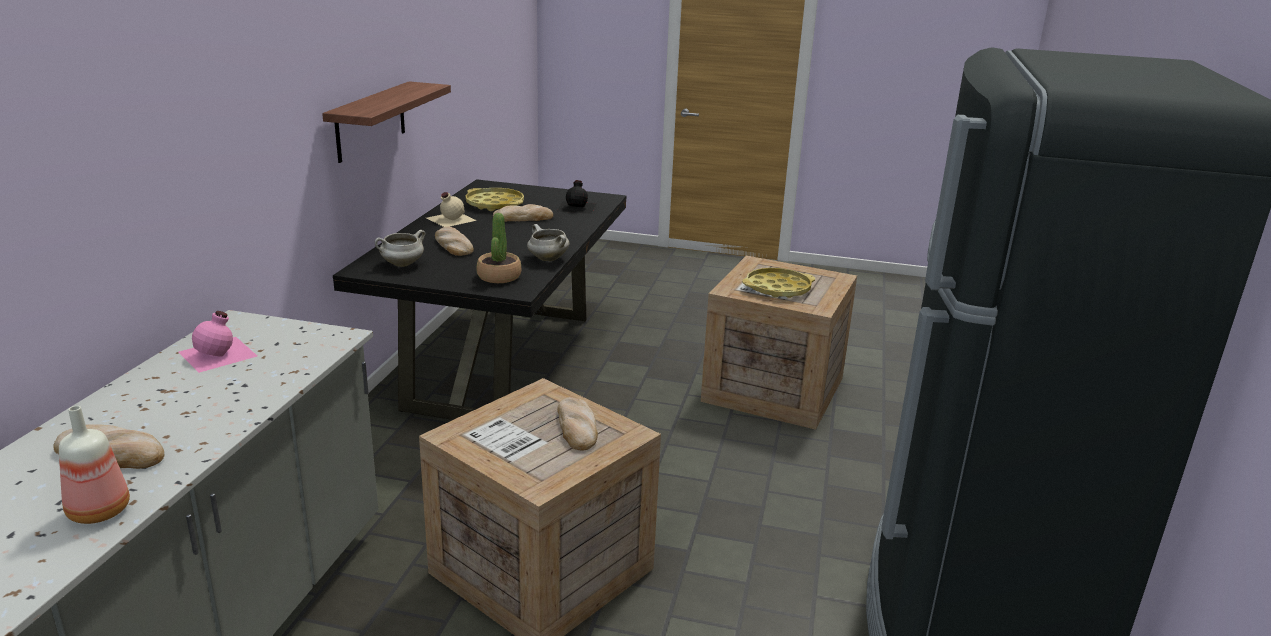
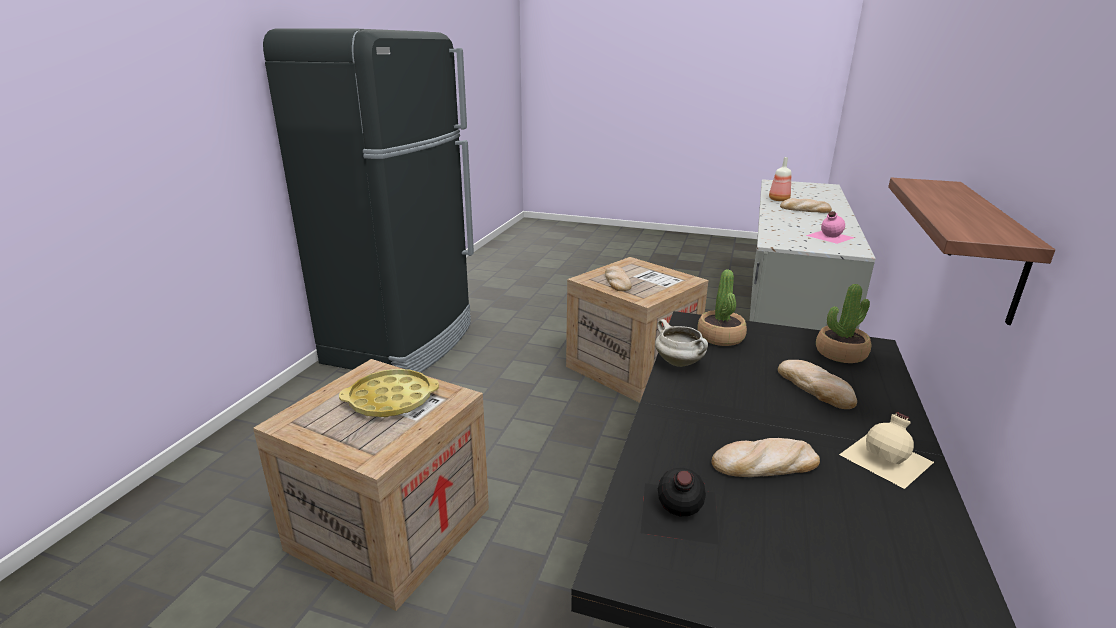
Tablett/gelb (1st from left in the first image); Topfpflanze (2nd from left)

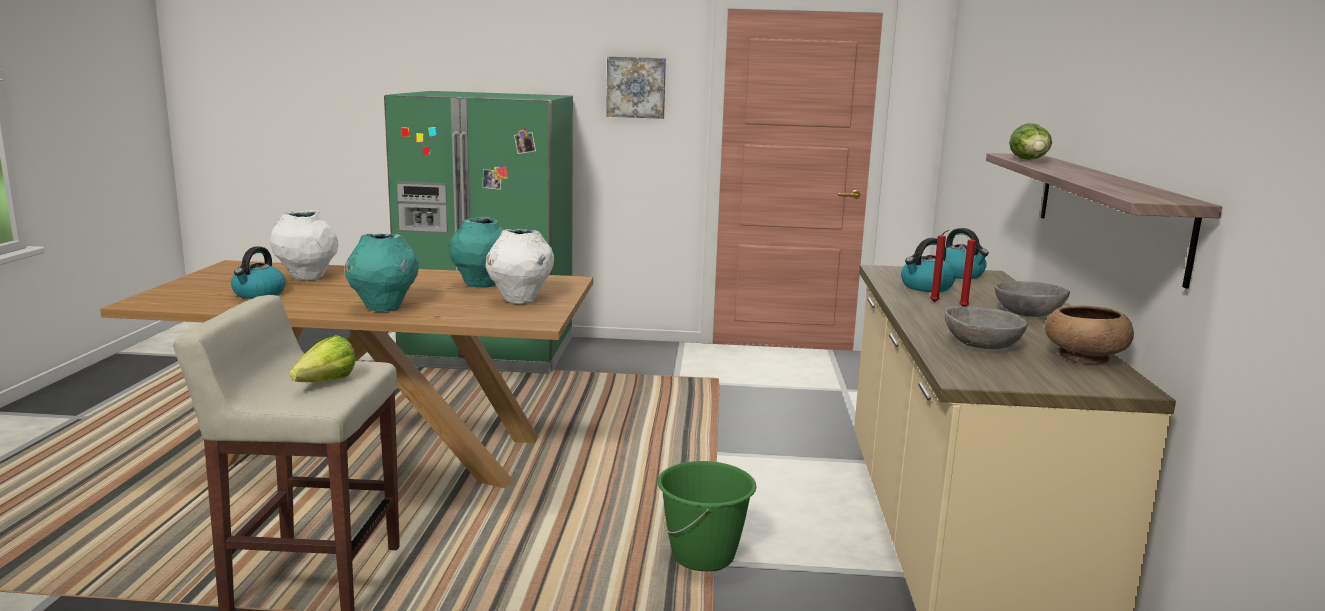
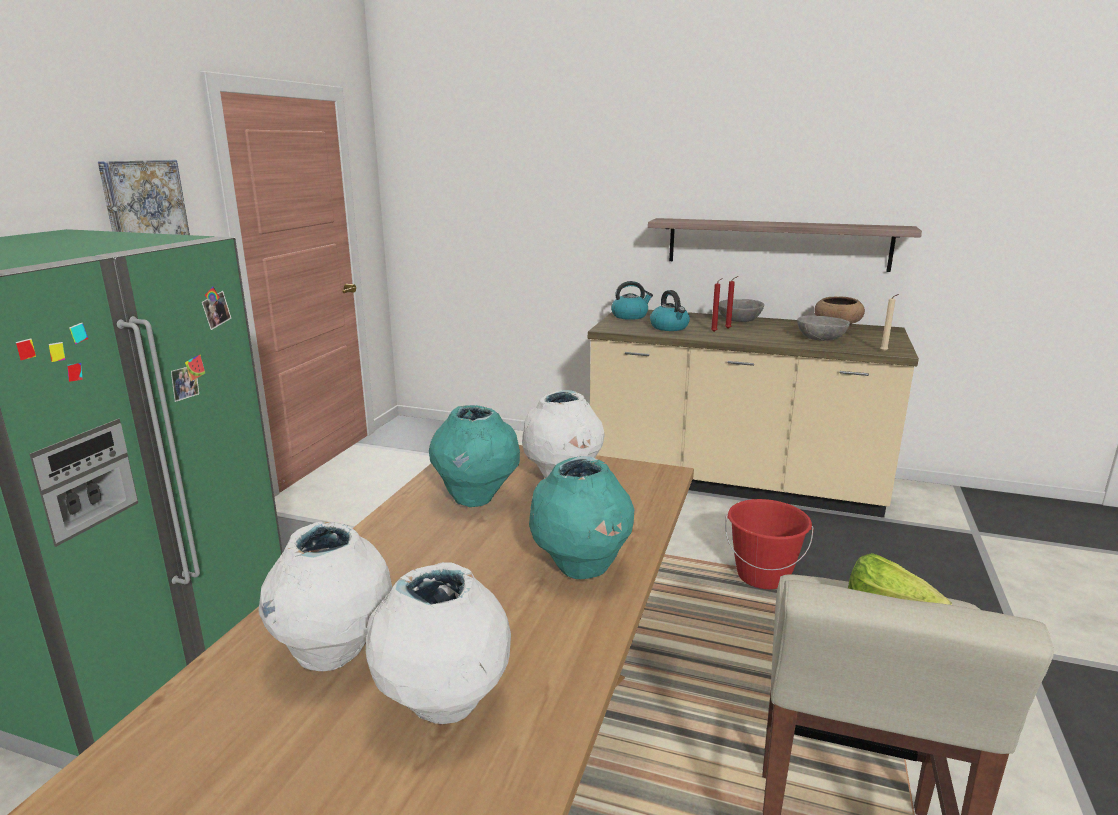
Salatkopf (2nd from left in the first image); Vase/weiß (2nd from left); Eimer/rot; Kerze/beige

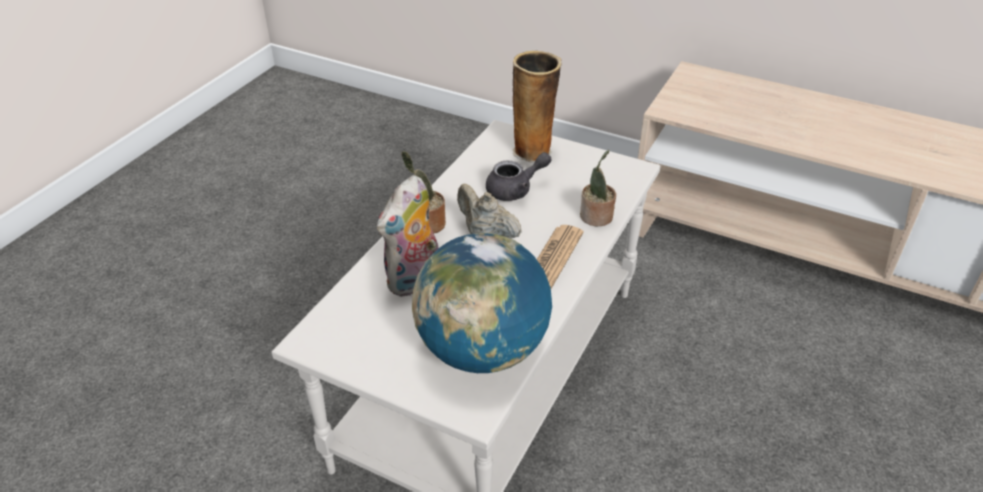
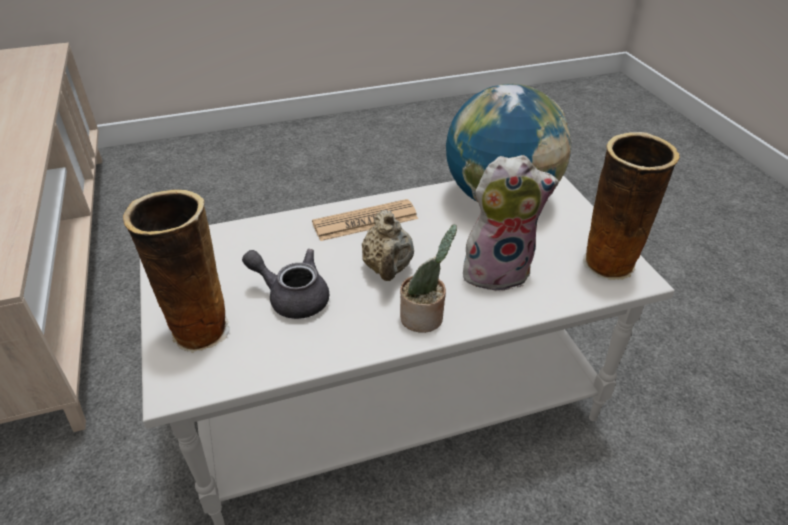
Topfpflanze (2nd from left in the first image); Vase (2nd from left)

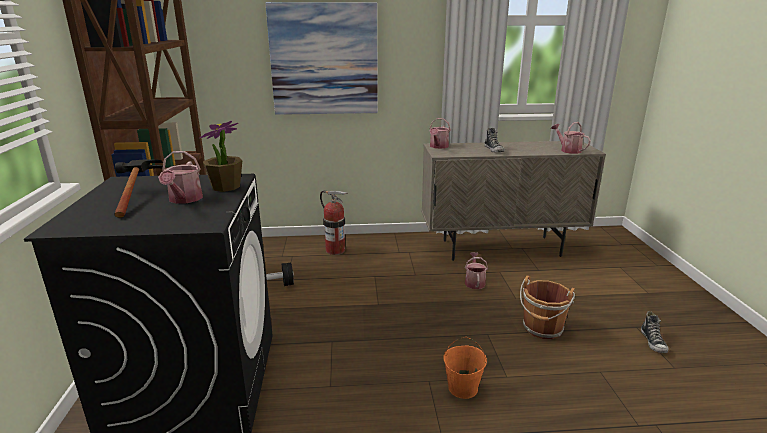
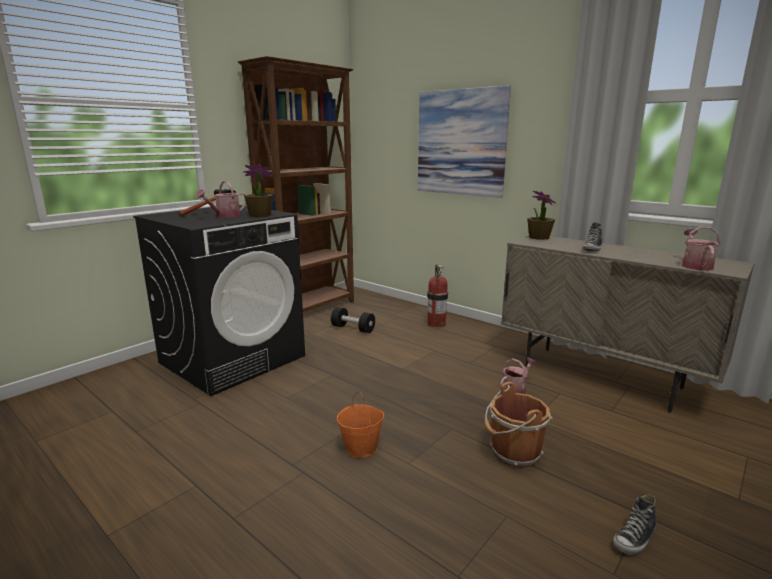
Topfpflanze (2nd from left)

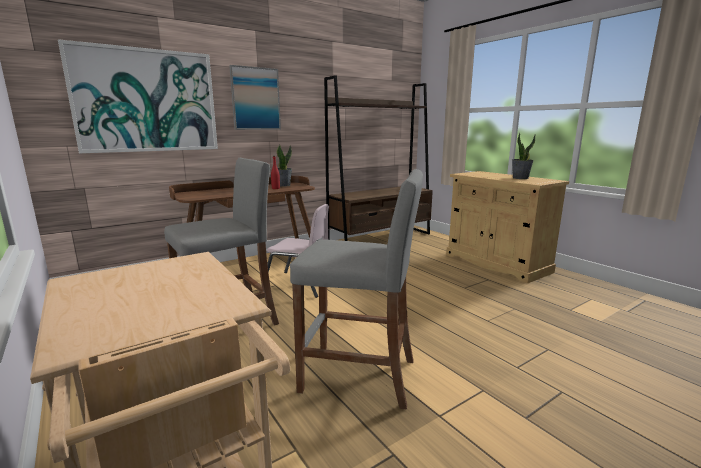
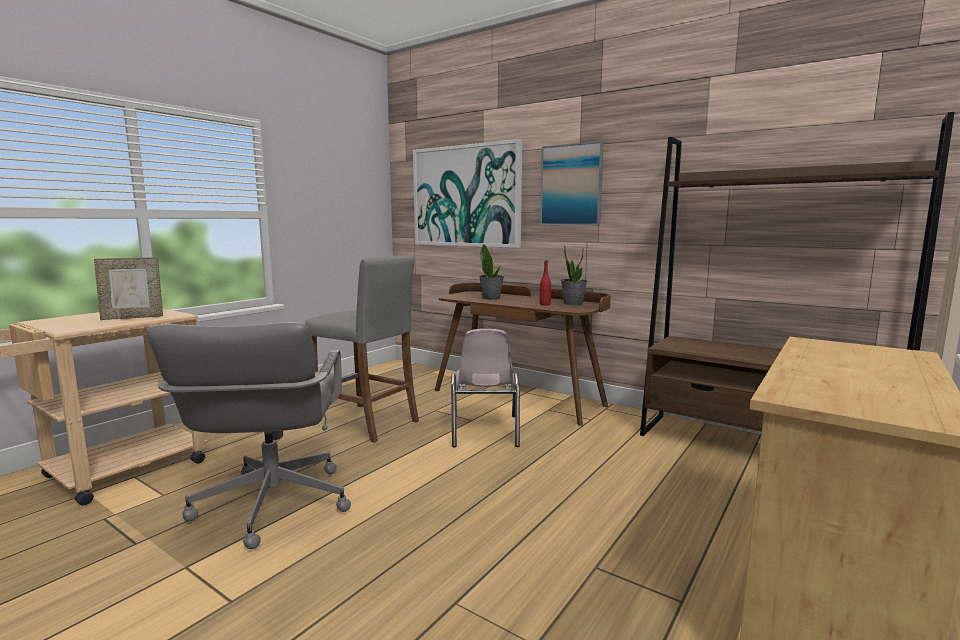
Topfpflanze (1st from left); Bürostuhl/grau; Bilderrahmen

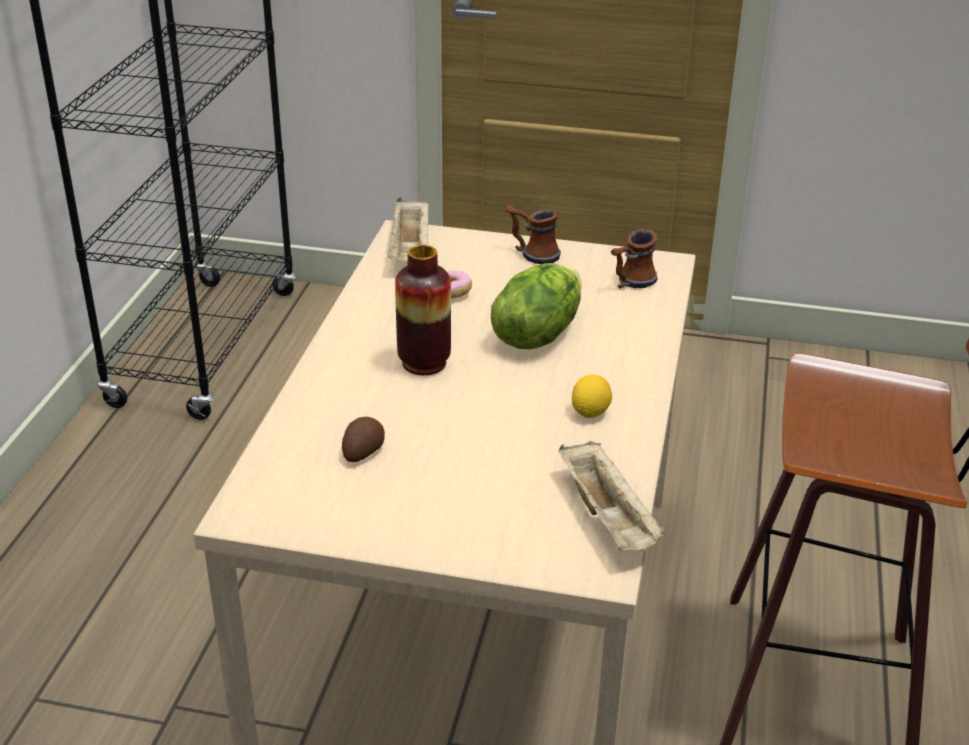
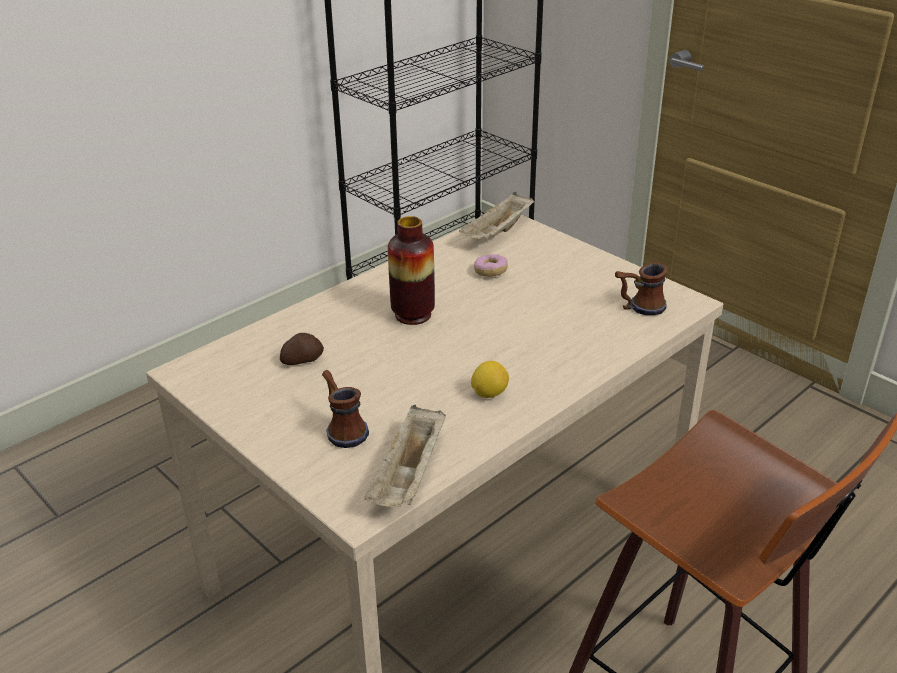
Henkelbecher (1st from left); Salatkopf

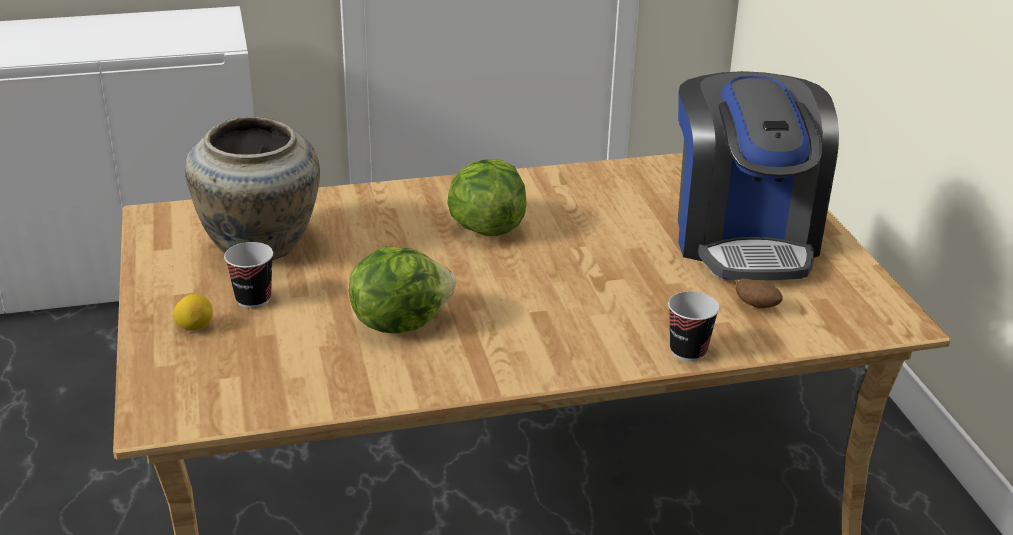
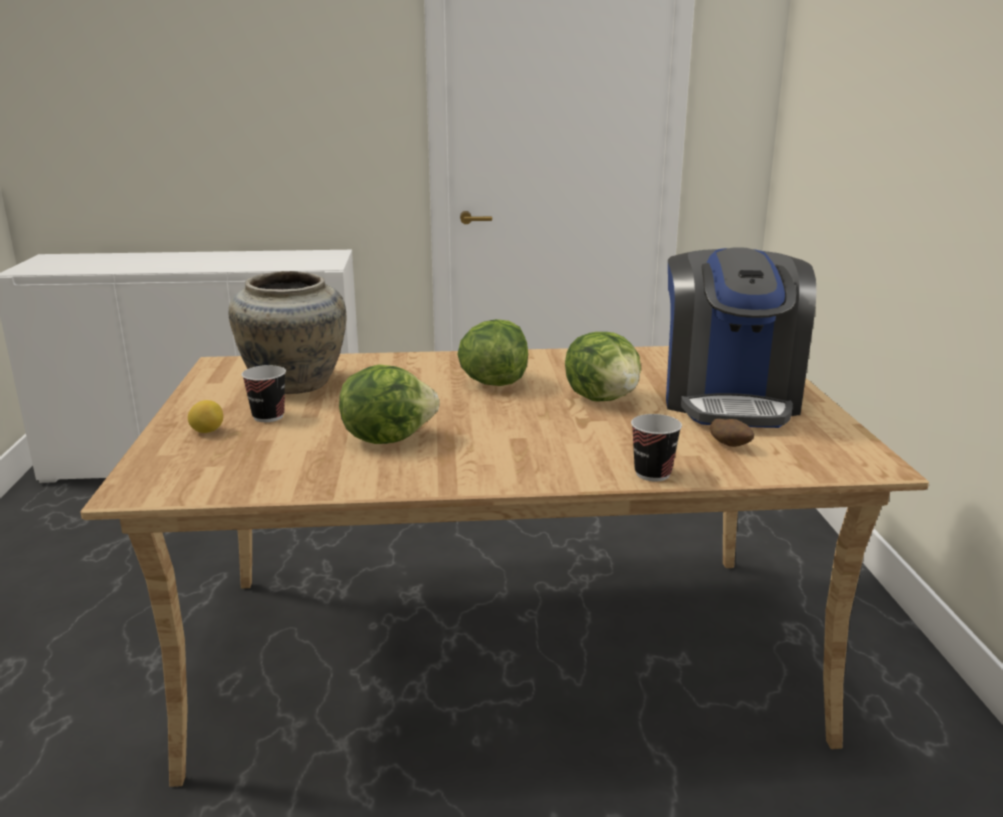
Salatkopf (3rd from left)

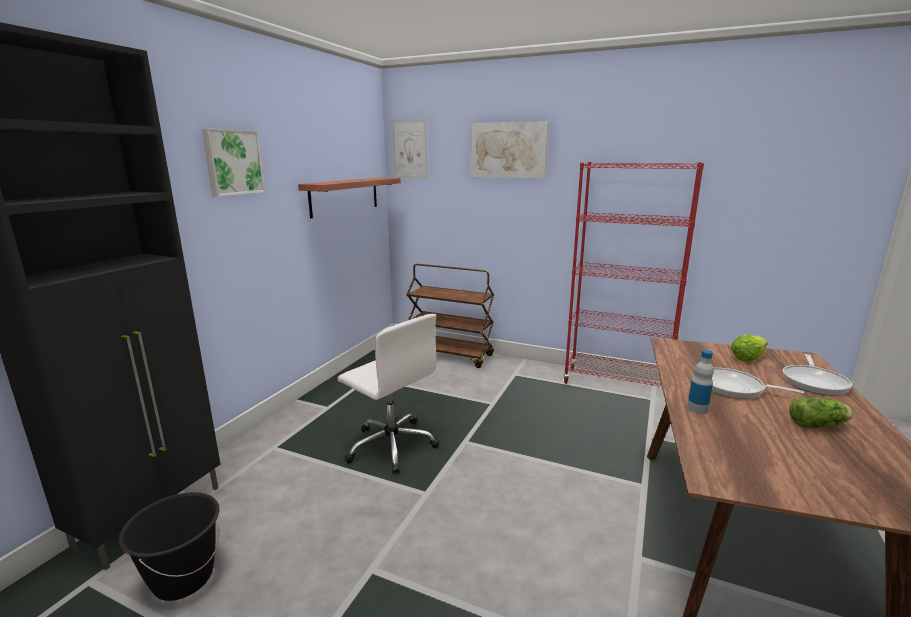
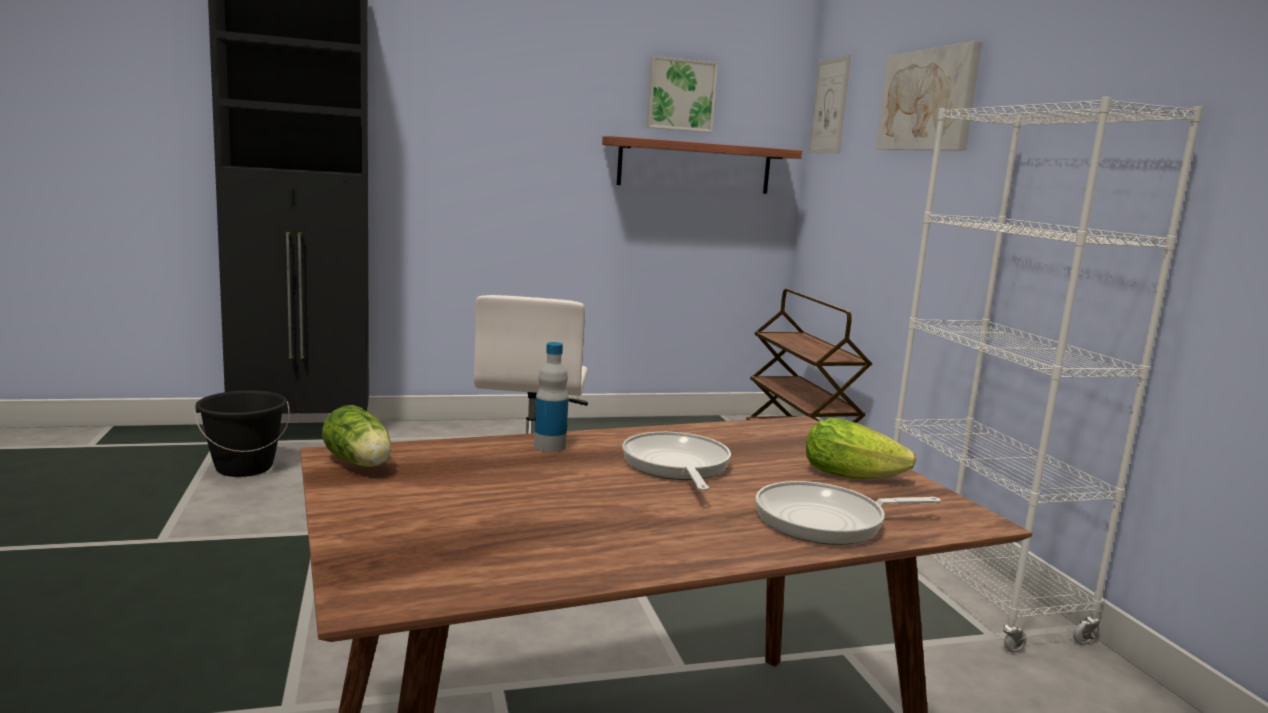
Bild (1st from left); Bücherregal/weiß; Salatkopf (1st from left)

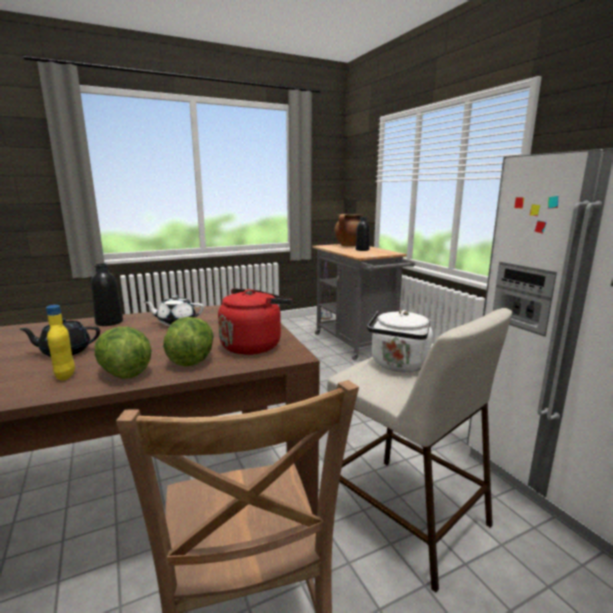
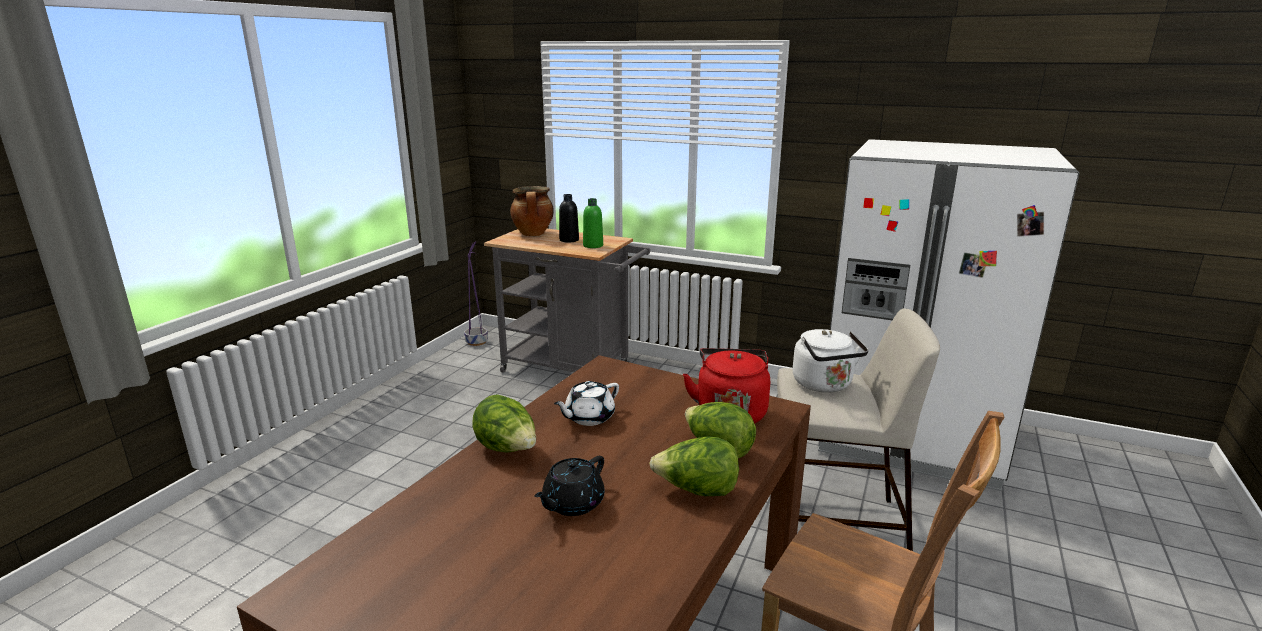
Salatkopf (1st from left); Flasche/gelb; Flasche/grün

